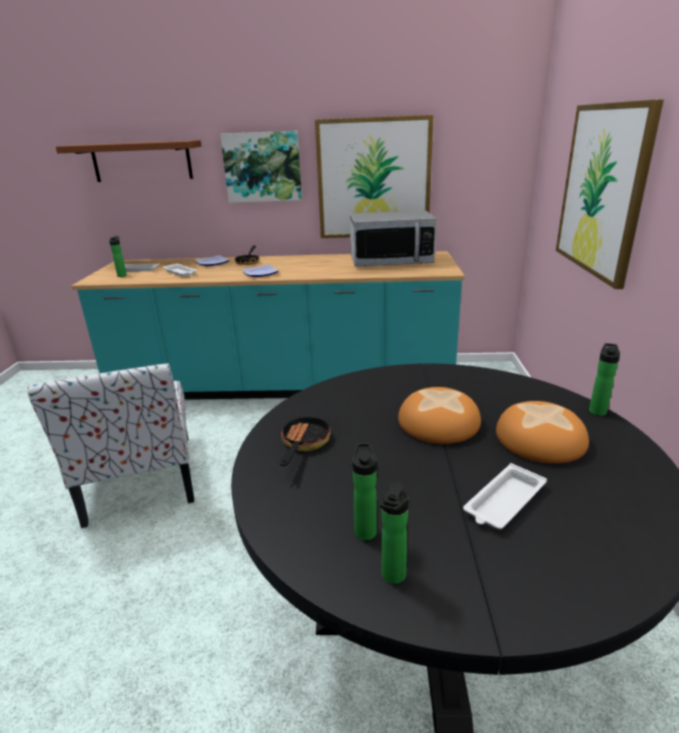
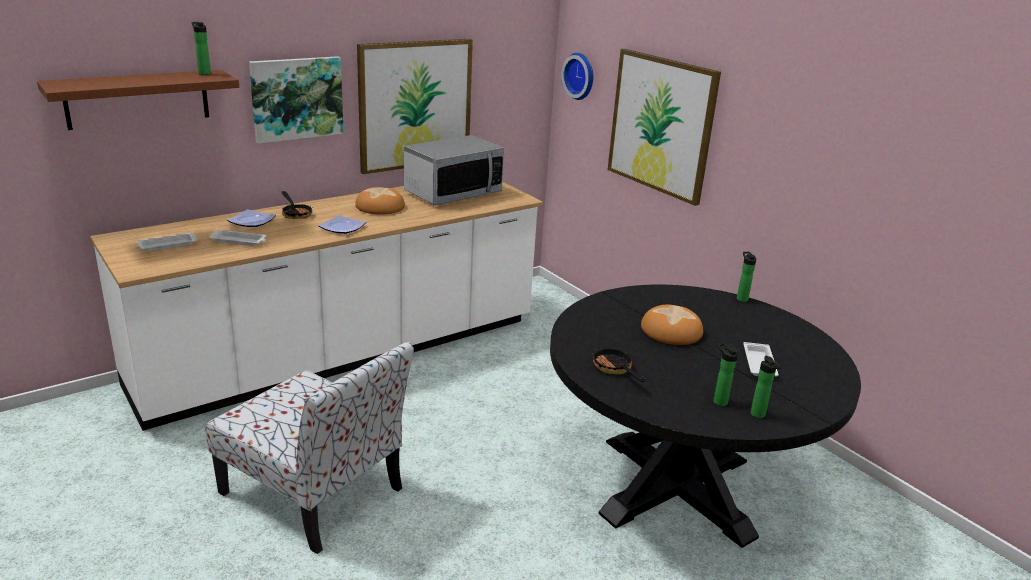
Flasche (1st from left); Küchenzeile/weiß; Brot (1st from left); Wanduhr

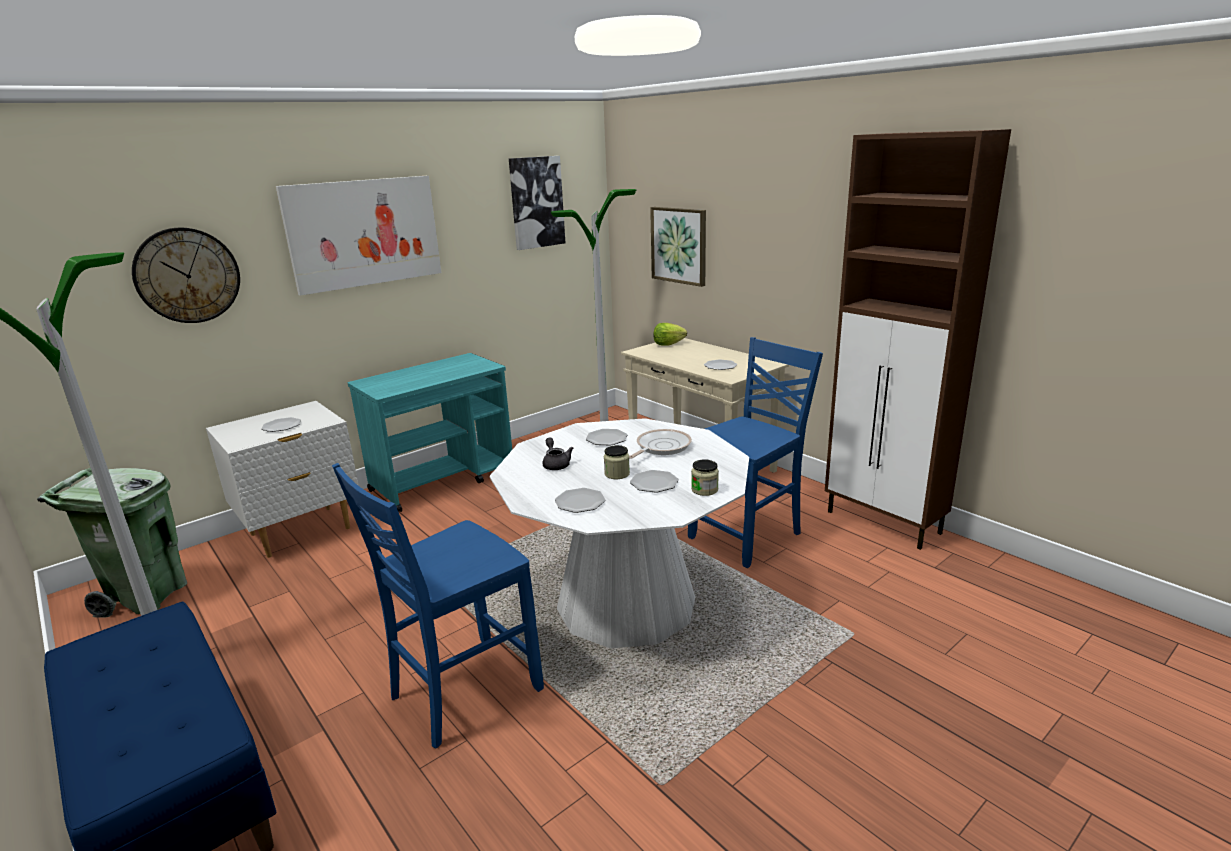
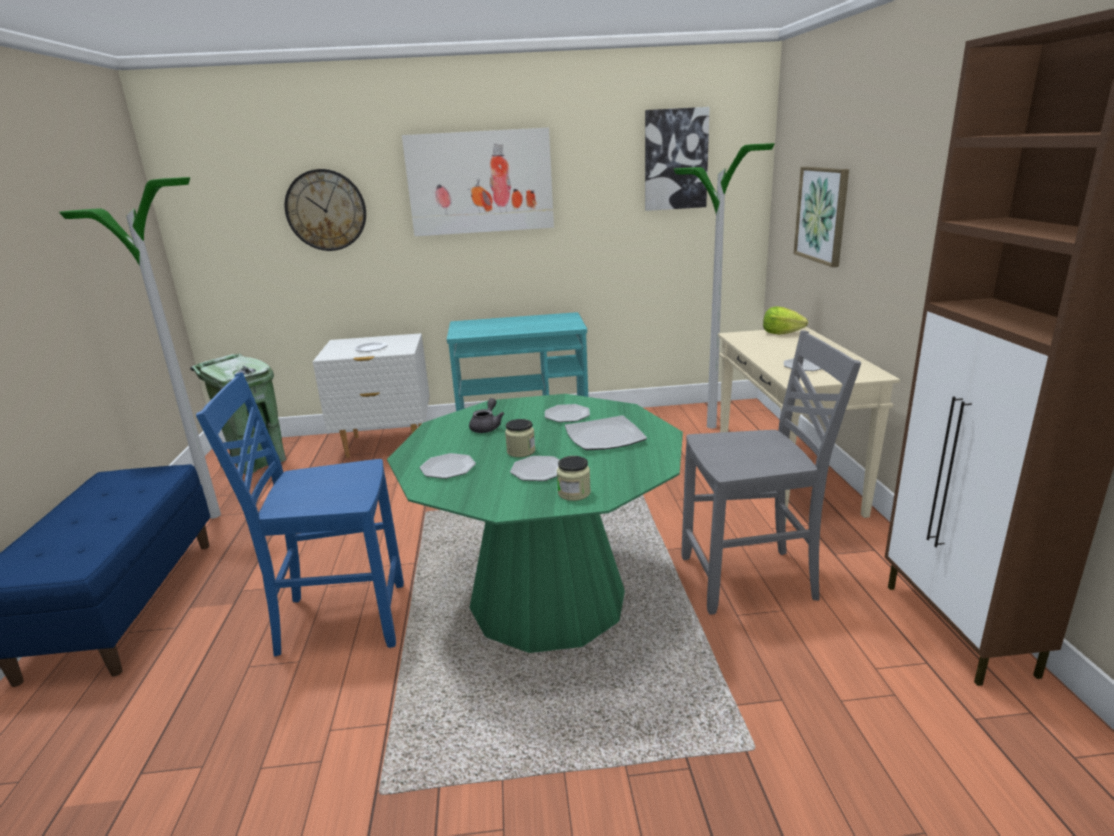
Stuhl/grau; Esstisch/grün; Teller (5th from left)

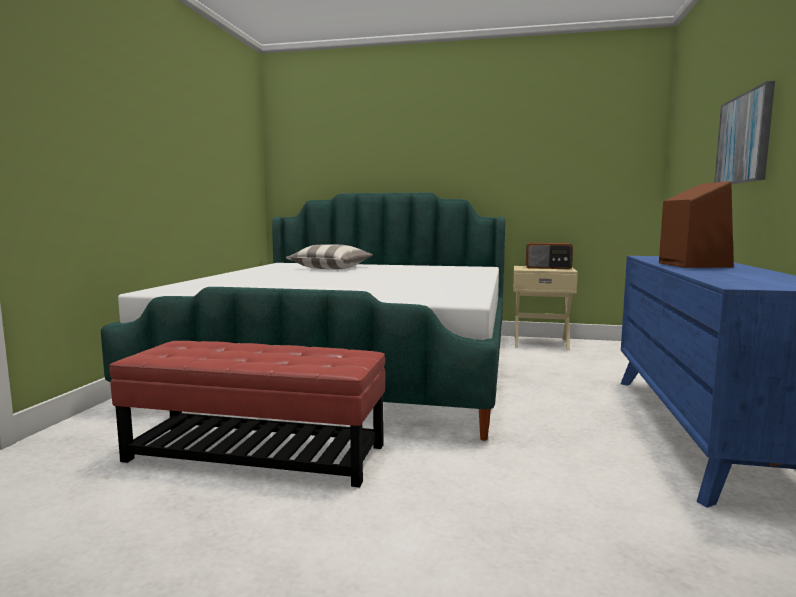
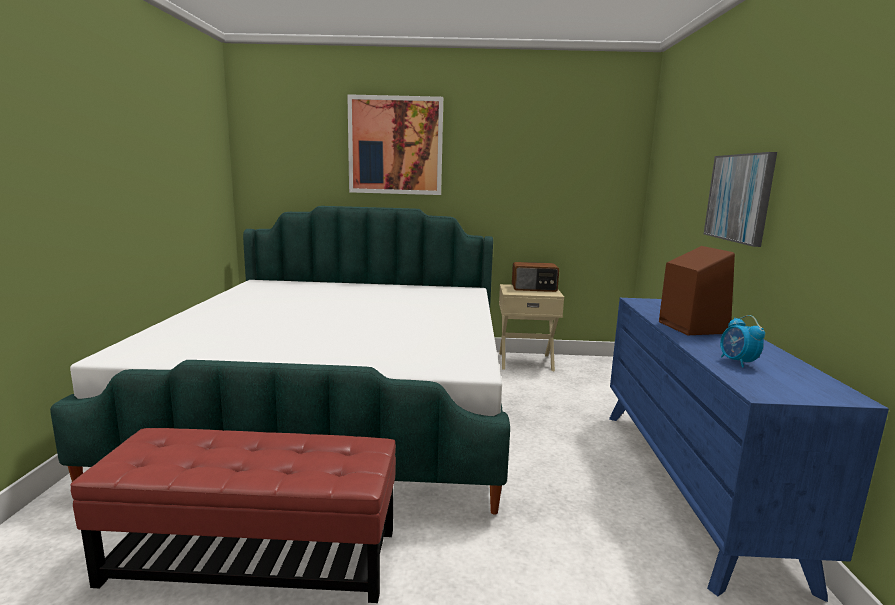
Kissen; Bild (1st from left); Wecker

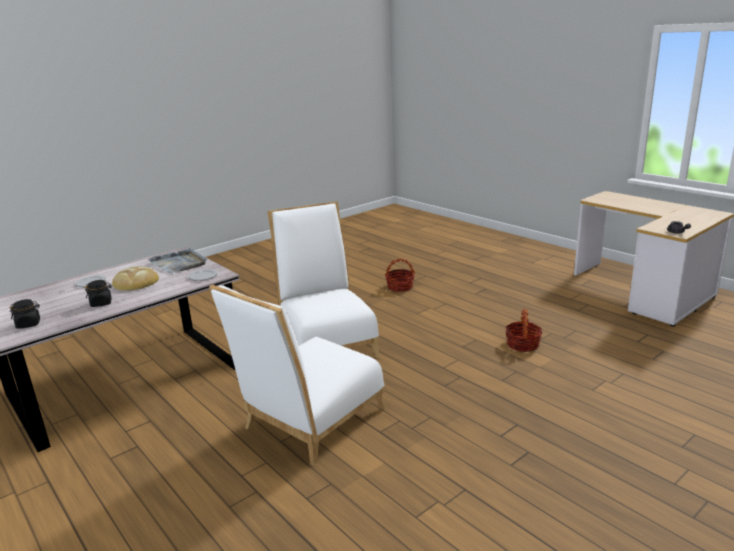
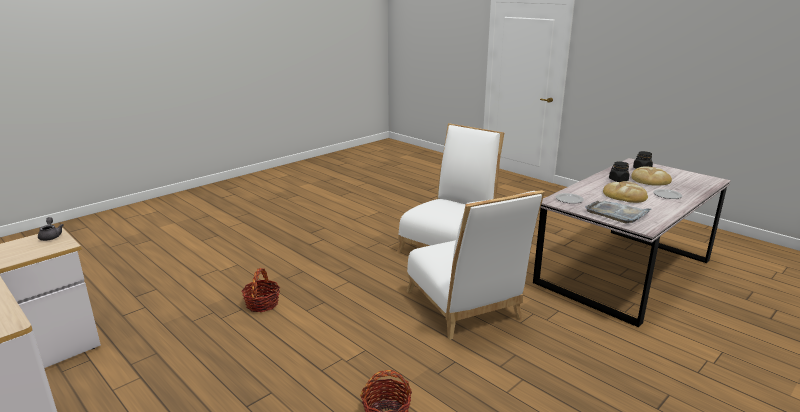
Brot (2nd from left)

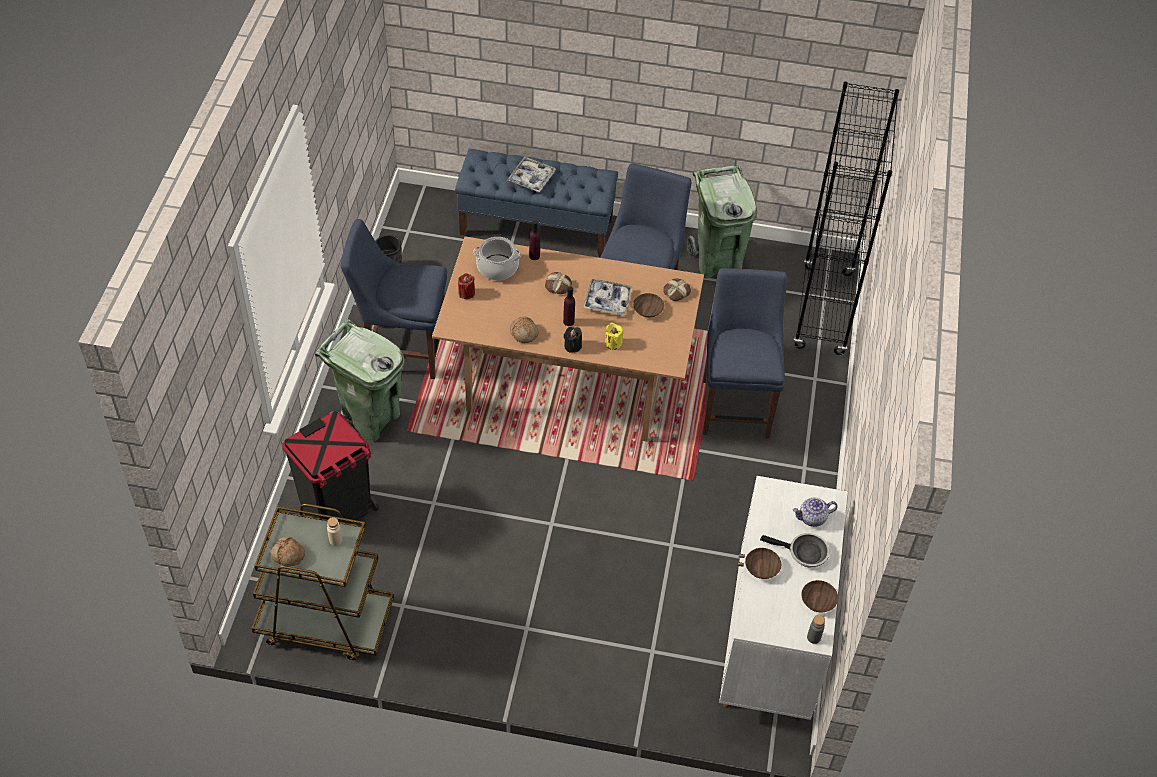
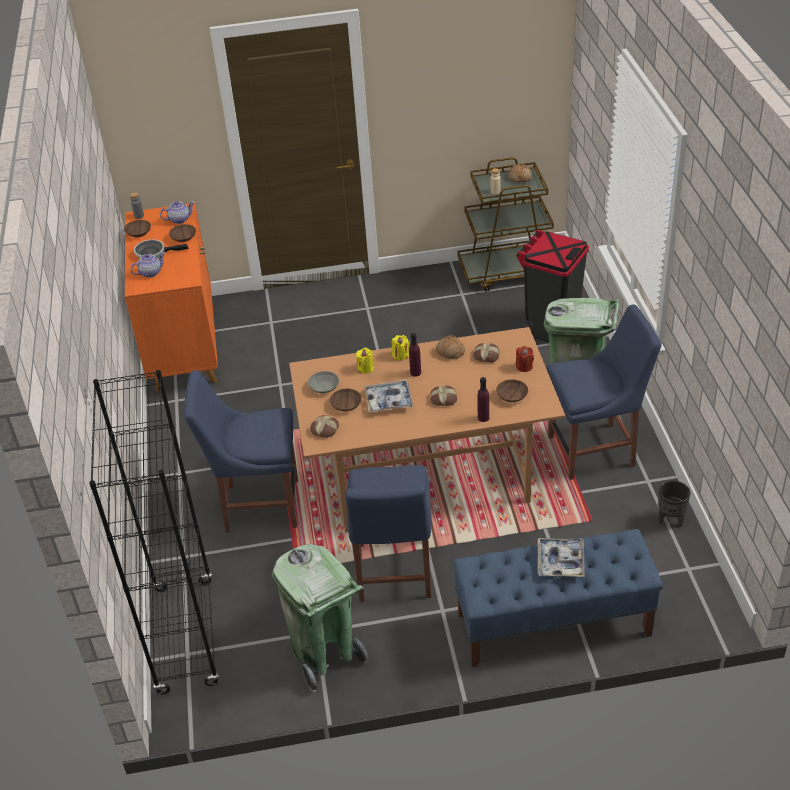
Schüssel/braun (4th from left); Stuhl/blau (1st from left); Kerze/gelb (2nd from left); Schrank/orange; Teekanne (2nd from left); Brot (4th from left); Schüssel/grau

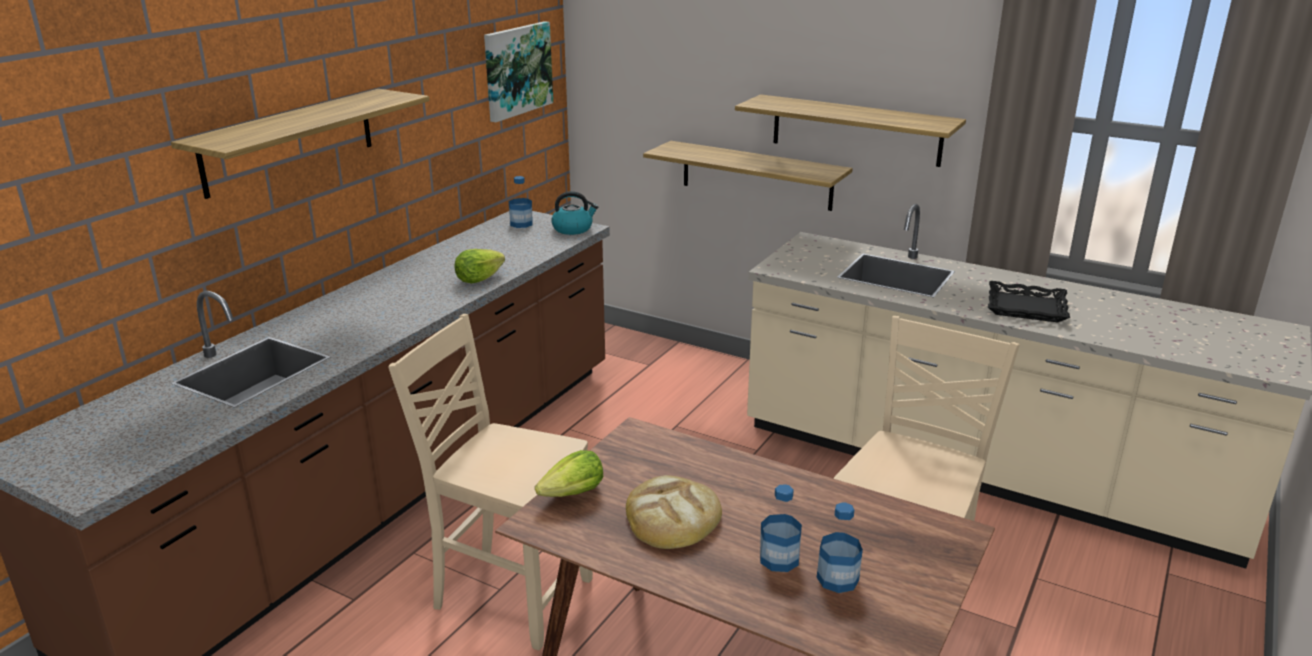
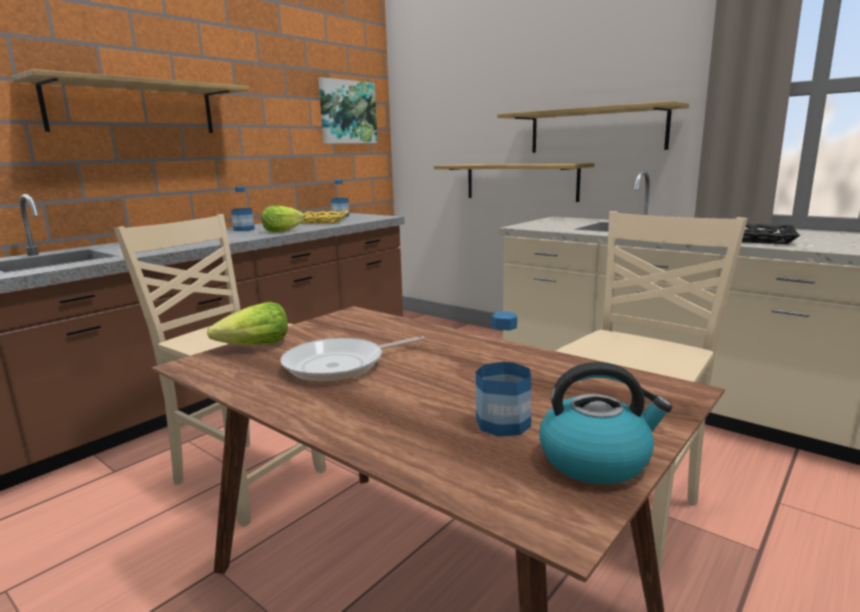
Wasserkessel; Pfanne; Flasche (1st from left); Tablett/gelb

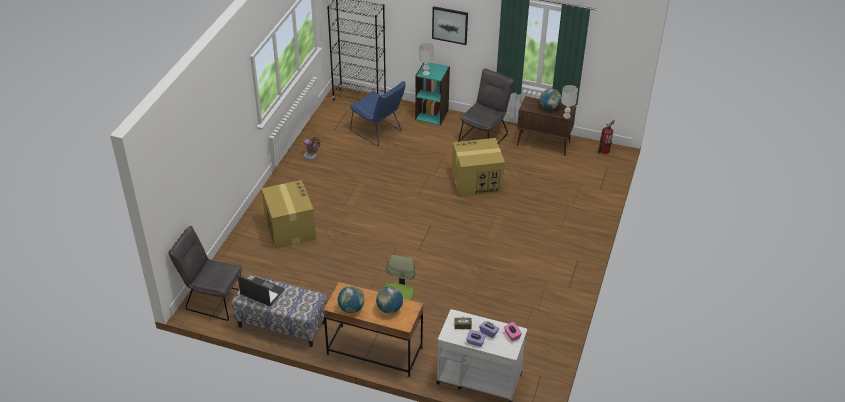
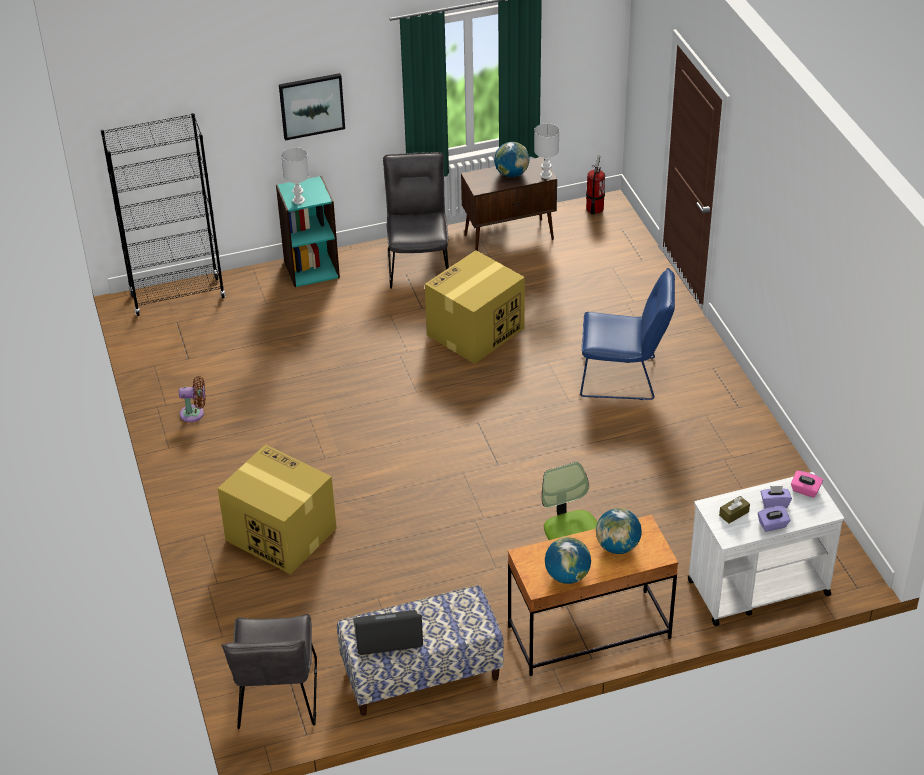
Stuhl/blau; Stuhl/grau (1st from left)

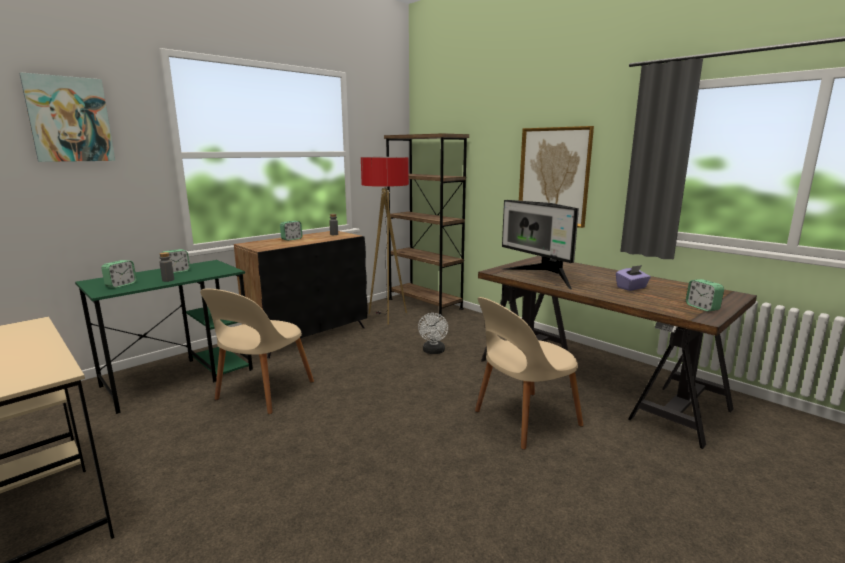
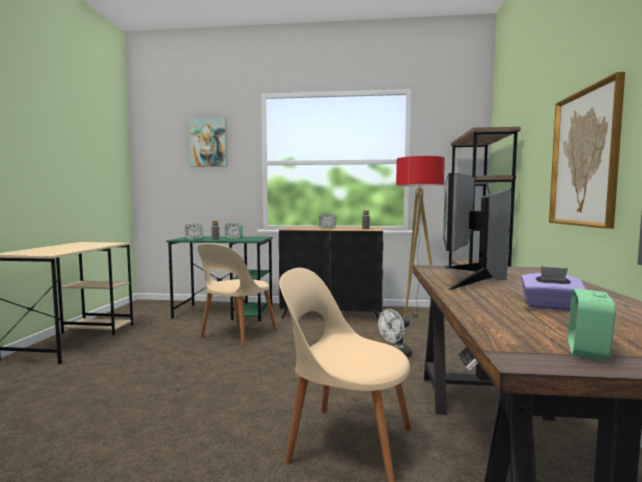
Stuhl/beige (1st from left)

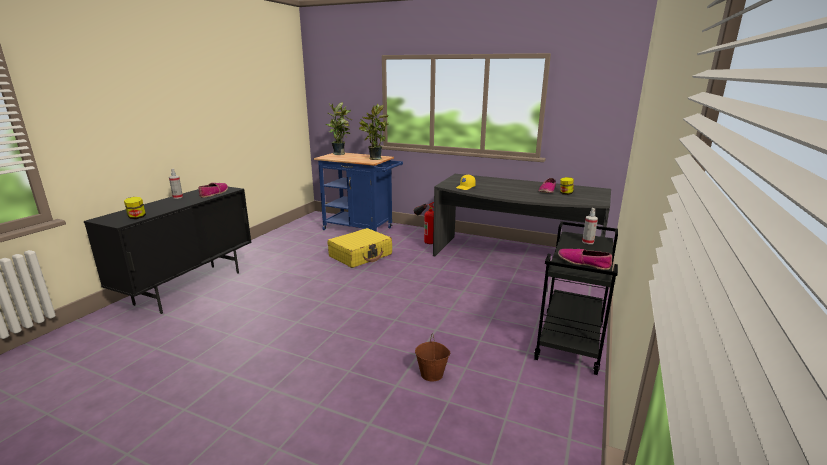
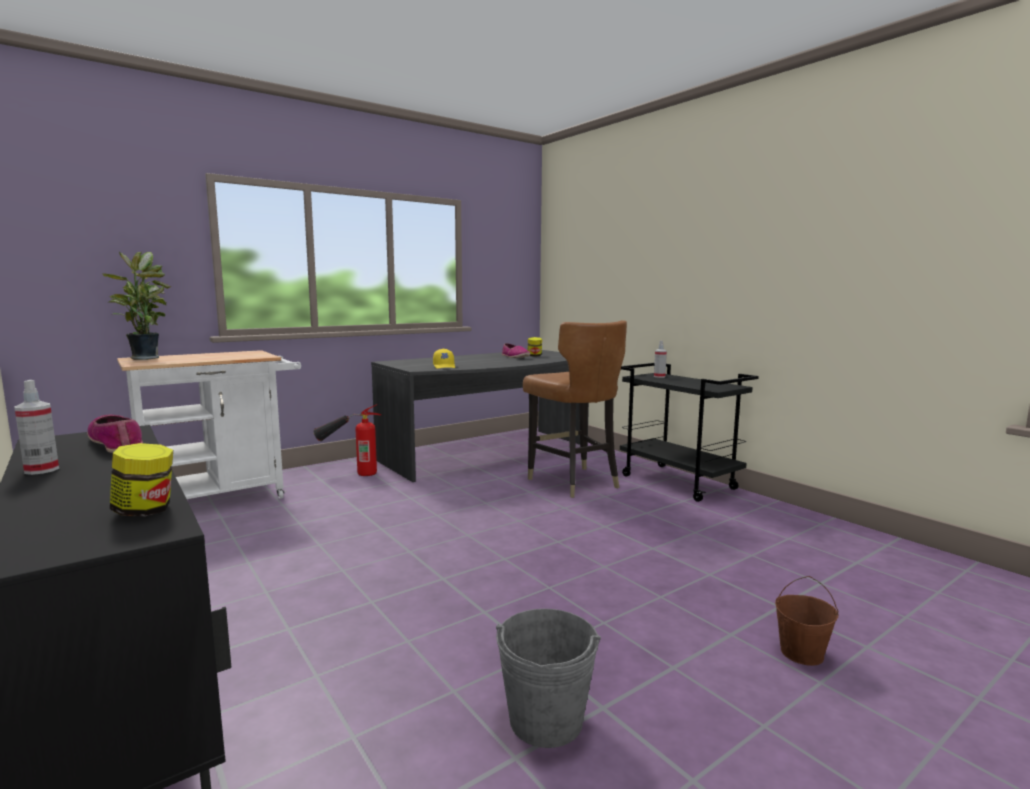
Topfpflanze (2nd from left in the first image); Rollwagen/weiß; Koffer/gelb; Schuh (3rd from left in the first image); Eimer/braun; Stuhl/braun; Eimer/grau

